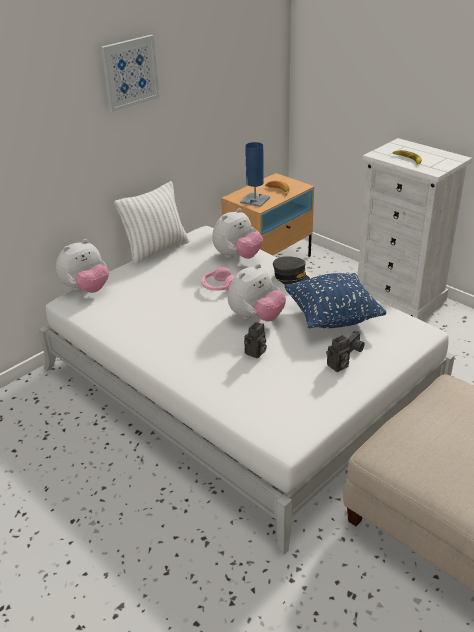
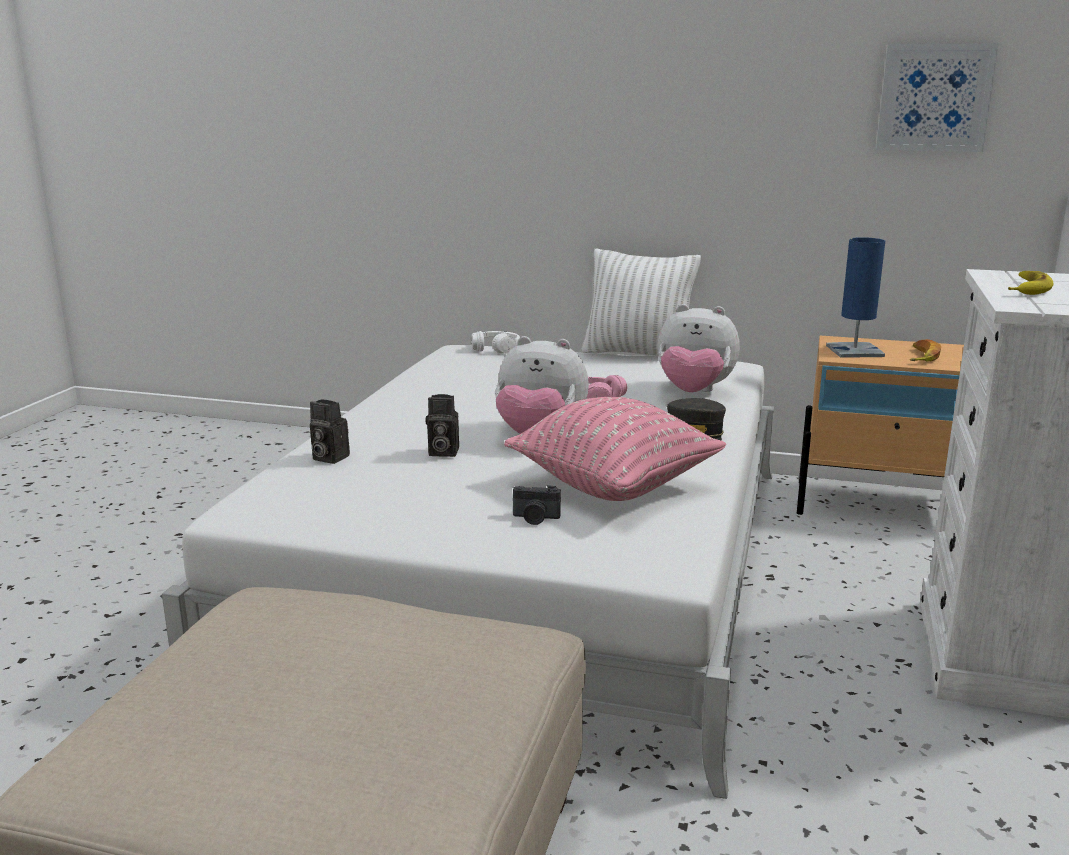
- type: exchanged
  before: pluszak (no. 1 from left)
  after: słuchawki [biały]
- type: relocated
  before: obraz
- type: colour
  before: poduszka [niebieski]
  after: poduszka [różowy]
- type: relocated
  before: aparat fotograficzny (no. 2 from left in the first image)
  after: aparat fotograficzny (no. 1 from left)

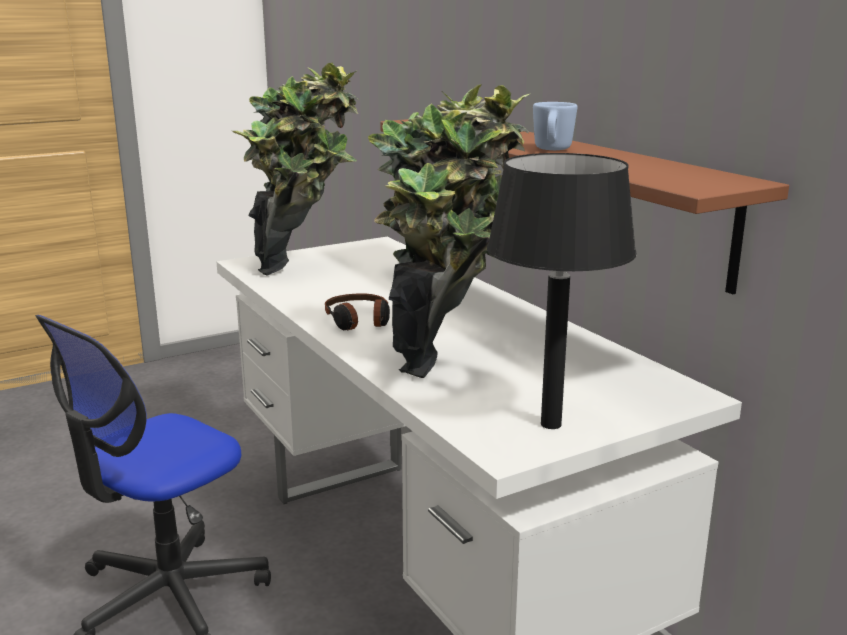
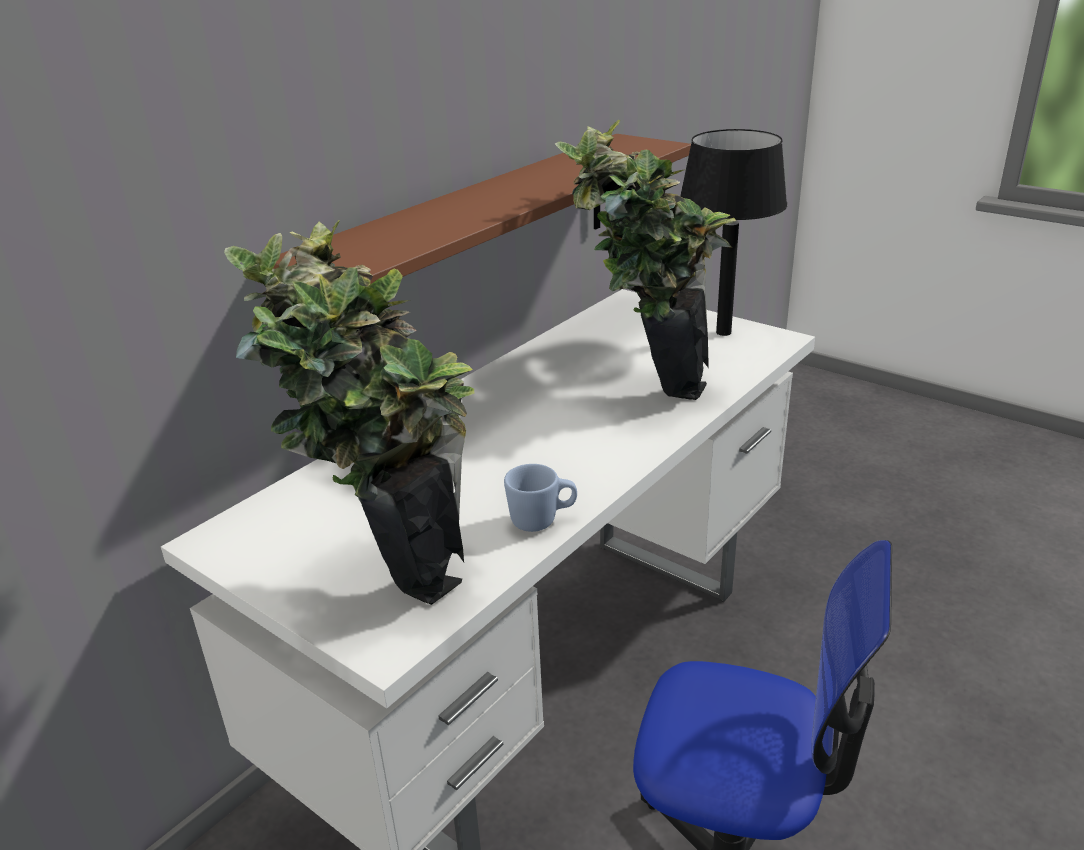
- type: missing
  before: słuchawki
- type: relocated
  before: kubek [niebieski]

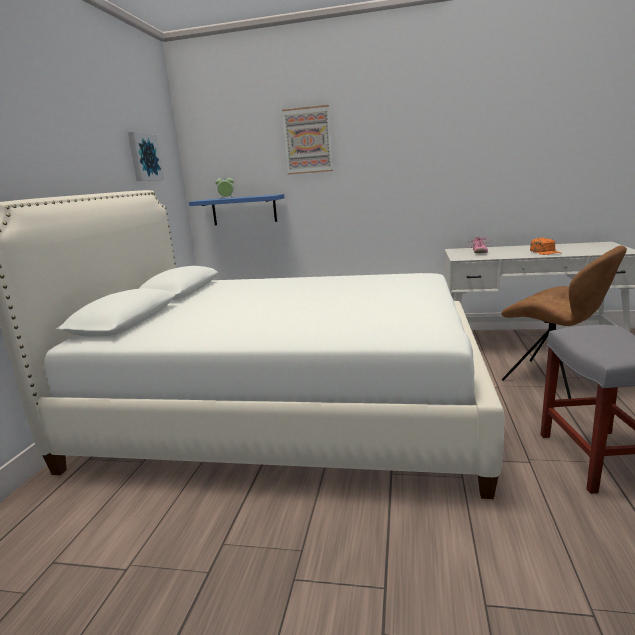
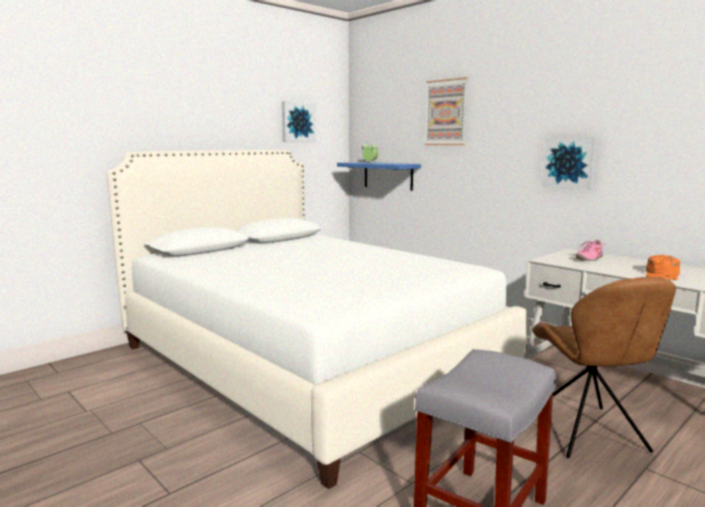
- type: appeared
  after: obraz (no. 3 from left)

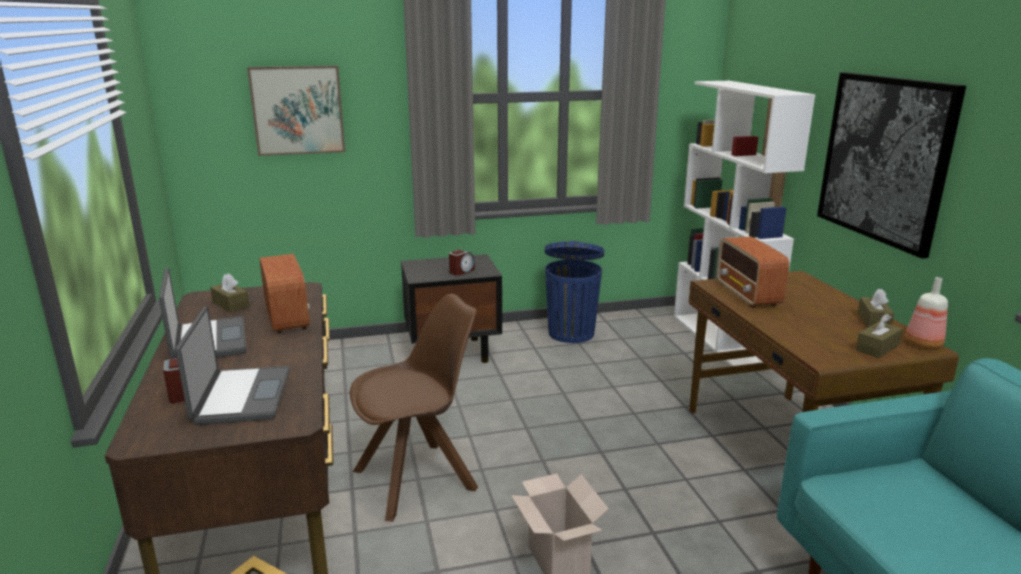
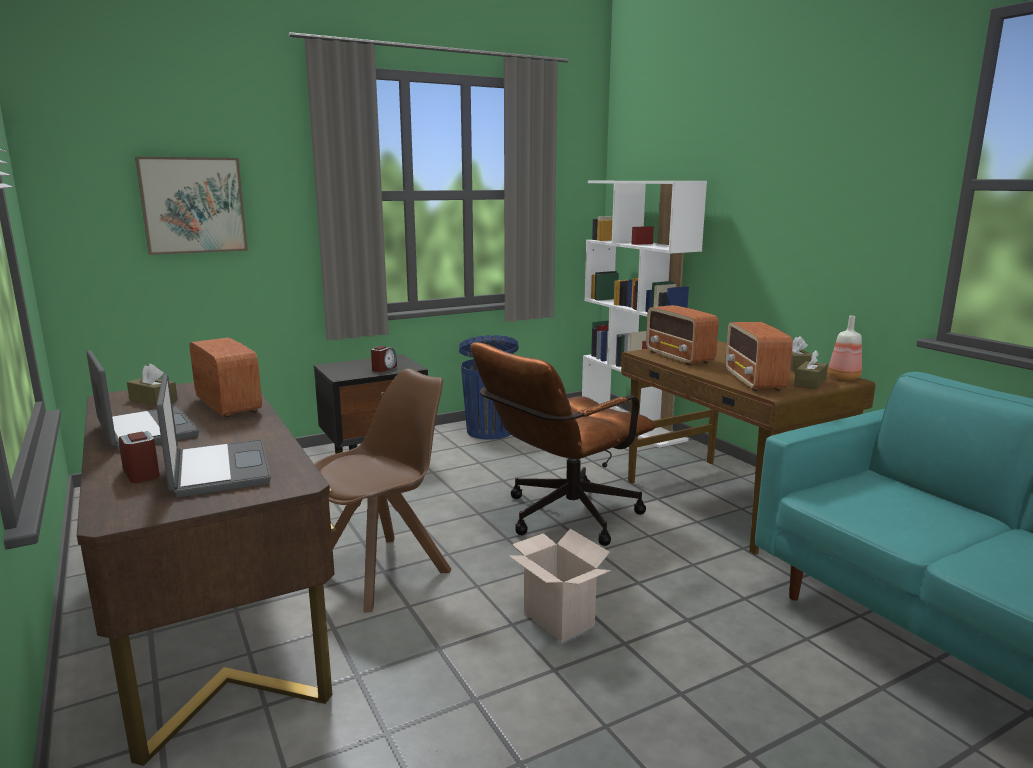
- type: missing
  before: obraz (no. 2 from left)
- type: appeared
  after: krzesło biurowe [brązowy]
- type: appeared
  after: radio (no. 3 from left)

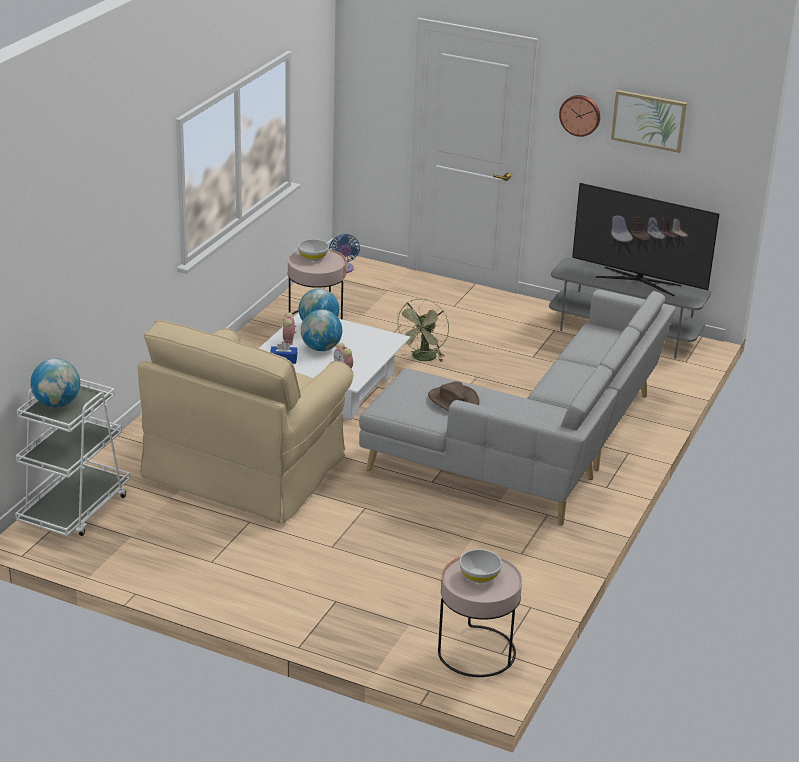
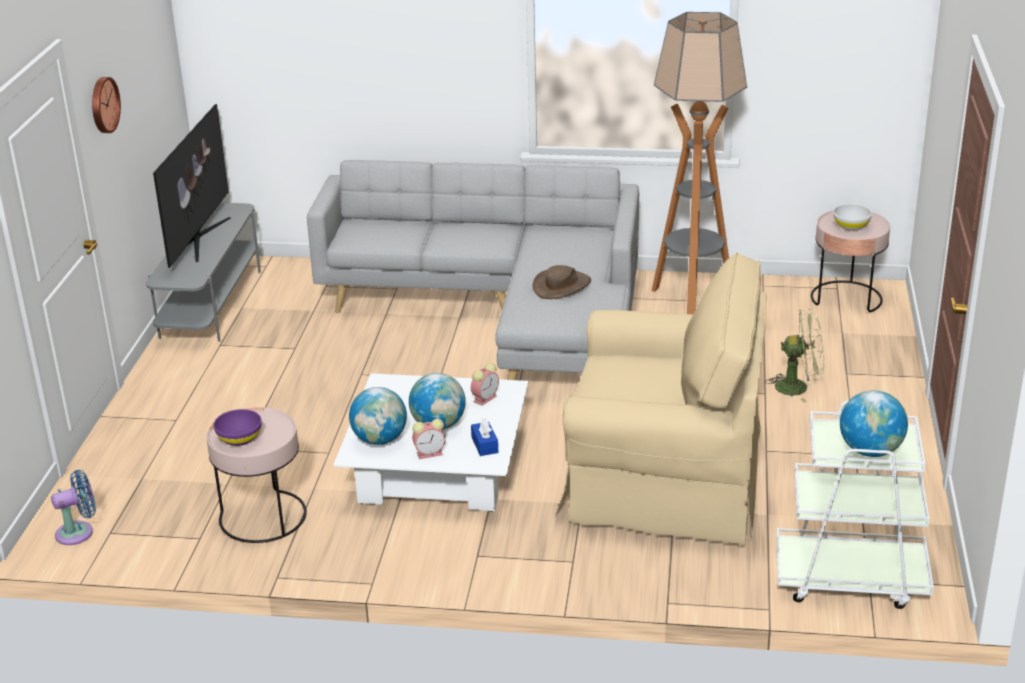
- type: colour
  before: miska [biały] (no. 1 from left)
  after: miska [fioletowy]
- type: relocated
  before: wentylator [zielony]
- type: missing
  before: obraz
- type: appeared
  after: lampa stojąca

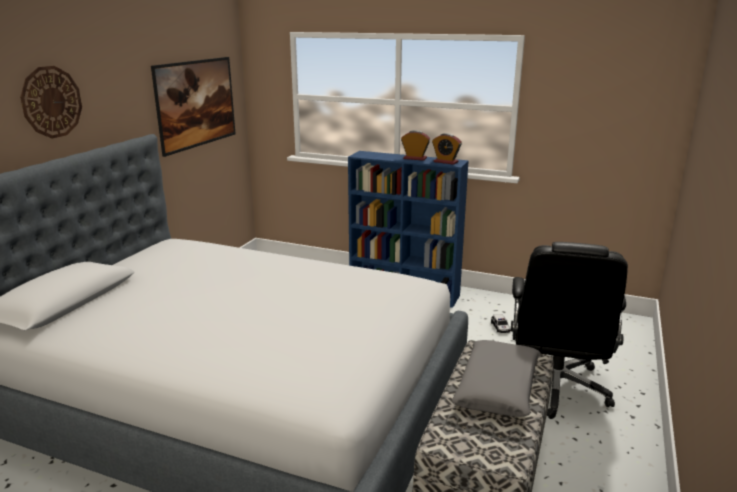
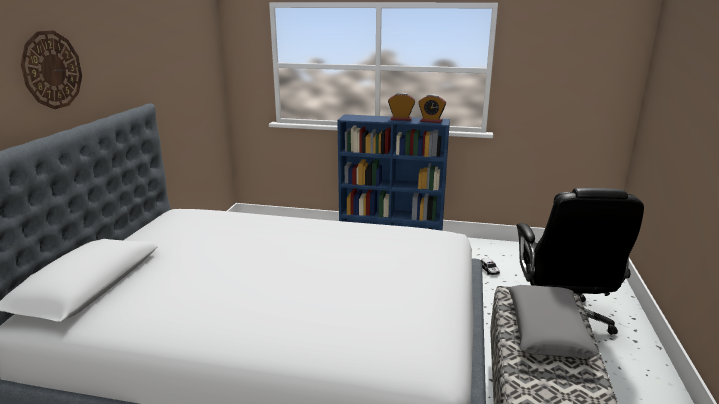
- type: missing
  before: obraz

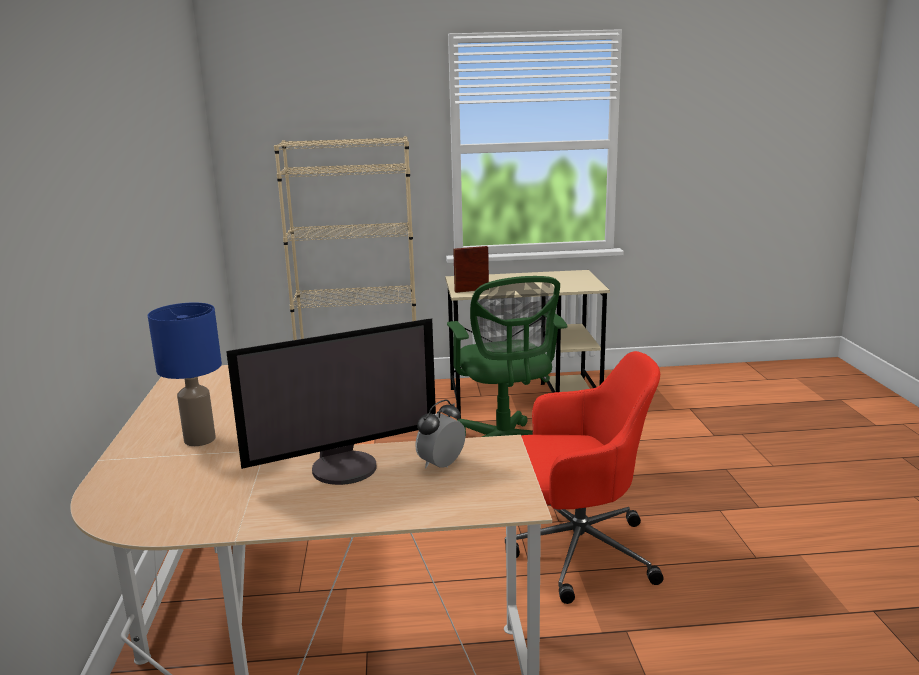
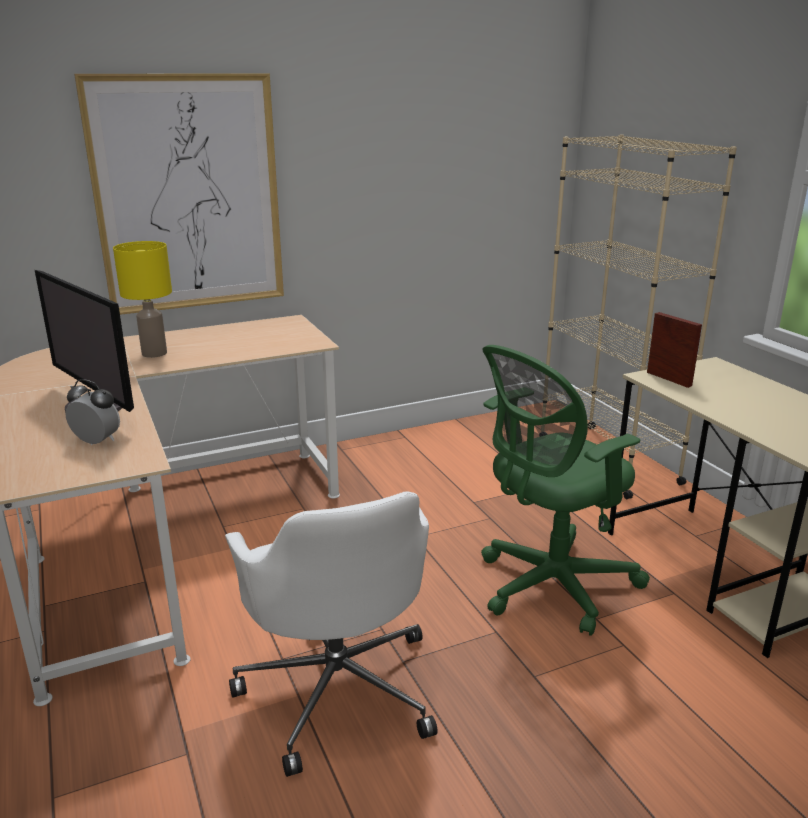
- type: colour
  before: lampa stołowa [niebieski]
  after: lampa stołowa [żółty]
- type: colour
  before: krzesło biurowe [czerwony]
  after: krzesło biurowe [biały]
- type: appeared
  after: obraz

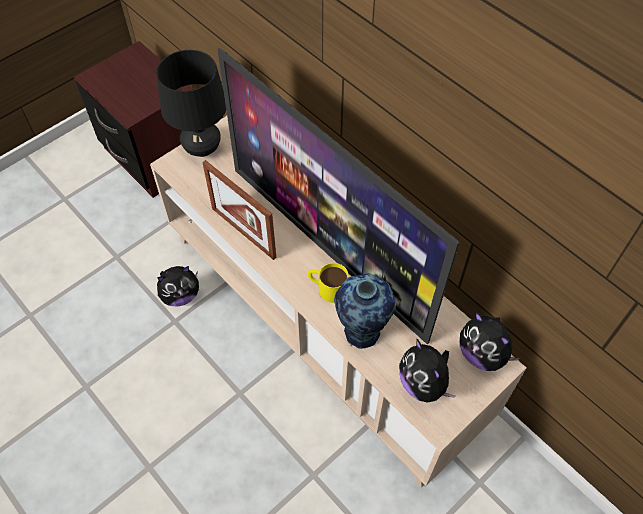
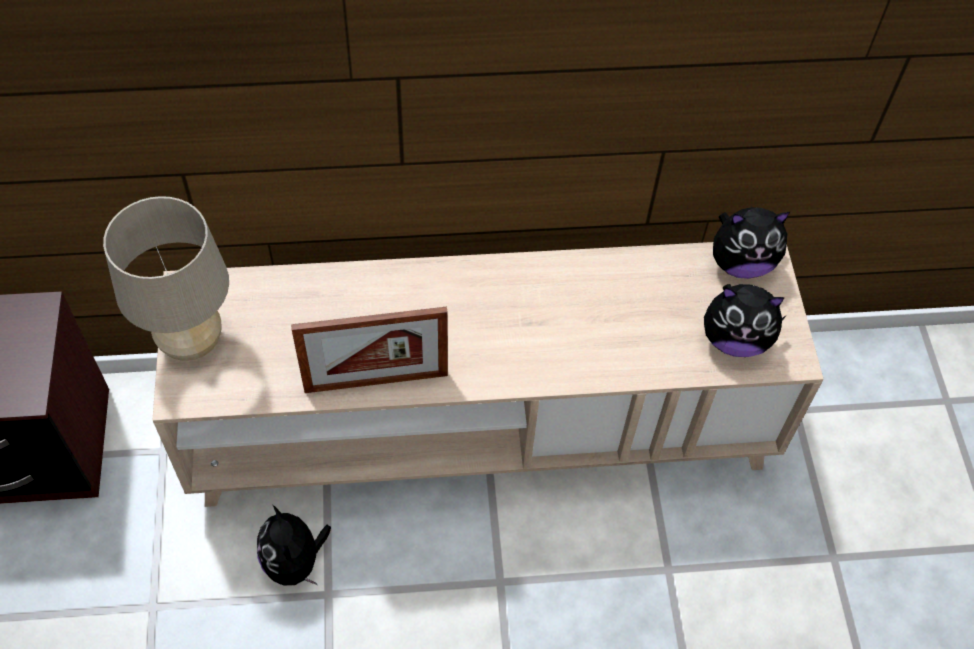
- type: colour
  before: lampa stołowa [czarny]
  after: lampa stołowa [beżowy]
- type: spun
  before: pluszak (no. 1 from left)
  turn: 150
- type: missing
  before: telewizor
- type: missing
  before: kubek [żółty]
- type: missing
  before: wazon

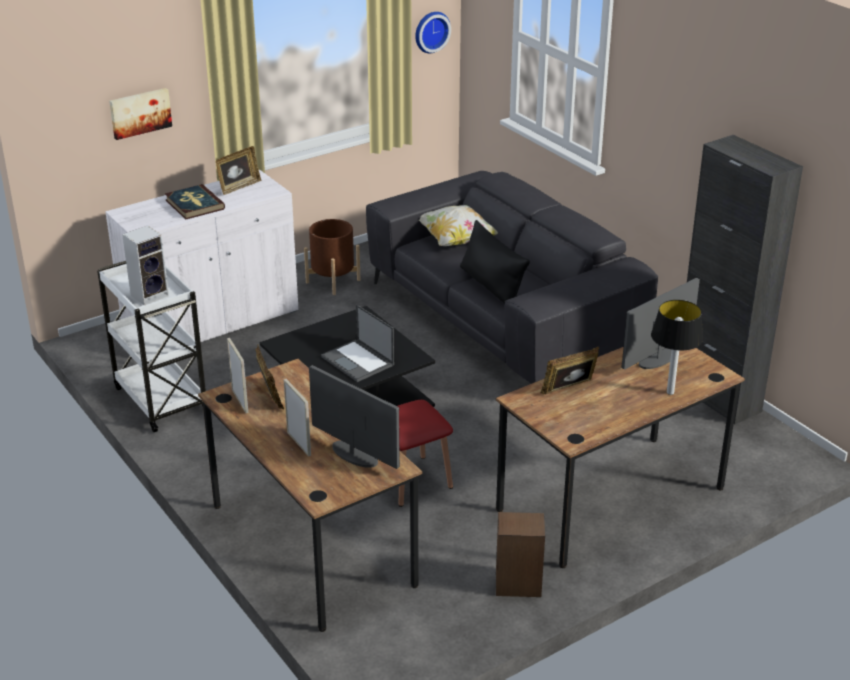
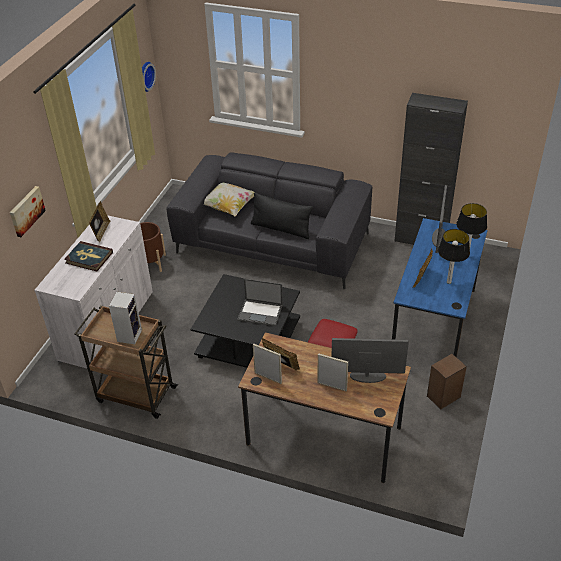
- type: colour
  before: wózek [biały]
  after: wózek [brązowy]
- type: colour
  before: biurko [brązowy] (no. 2 from left)
  after: biurko [niebieski]
- type: appeared
  after: lampa stołowa (no. 1 from left)

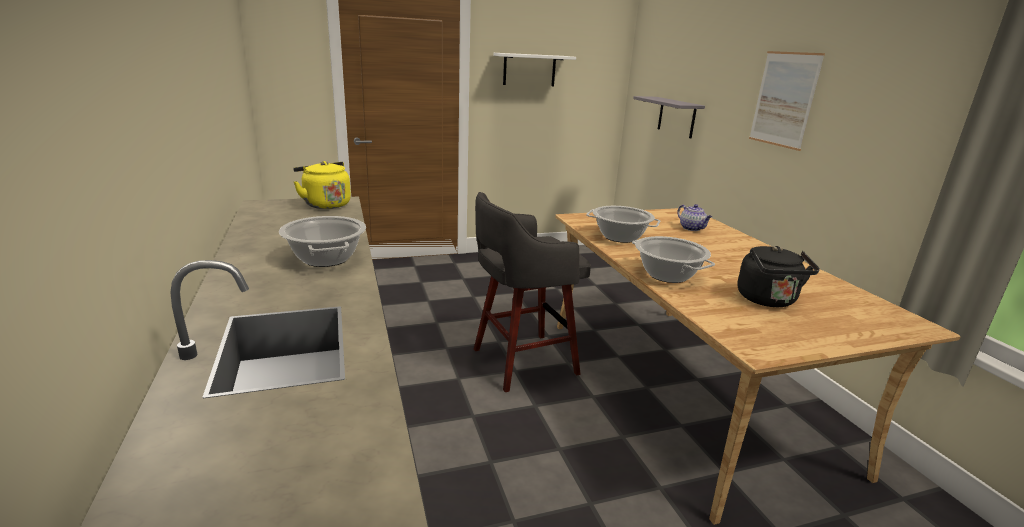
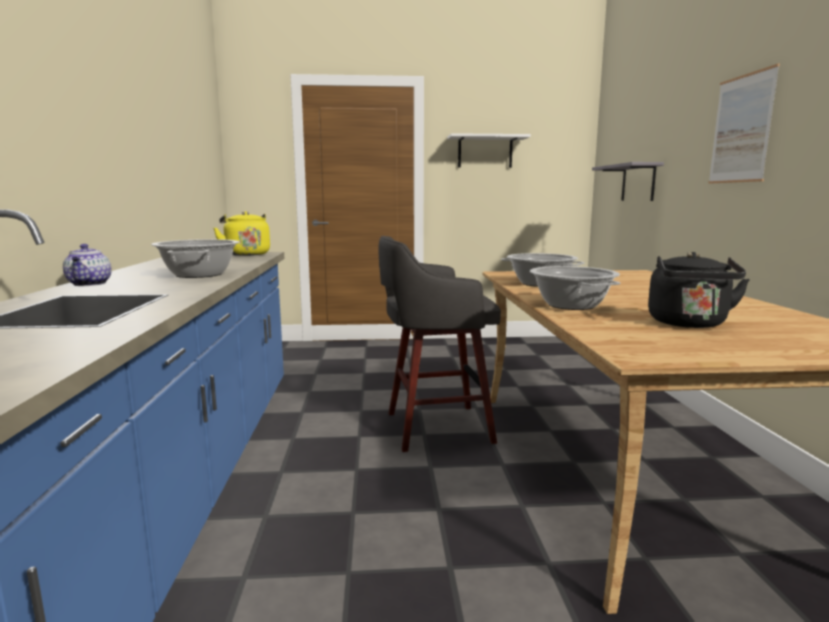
- type: relocated
  before: imbryk

